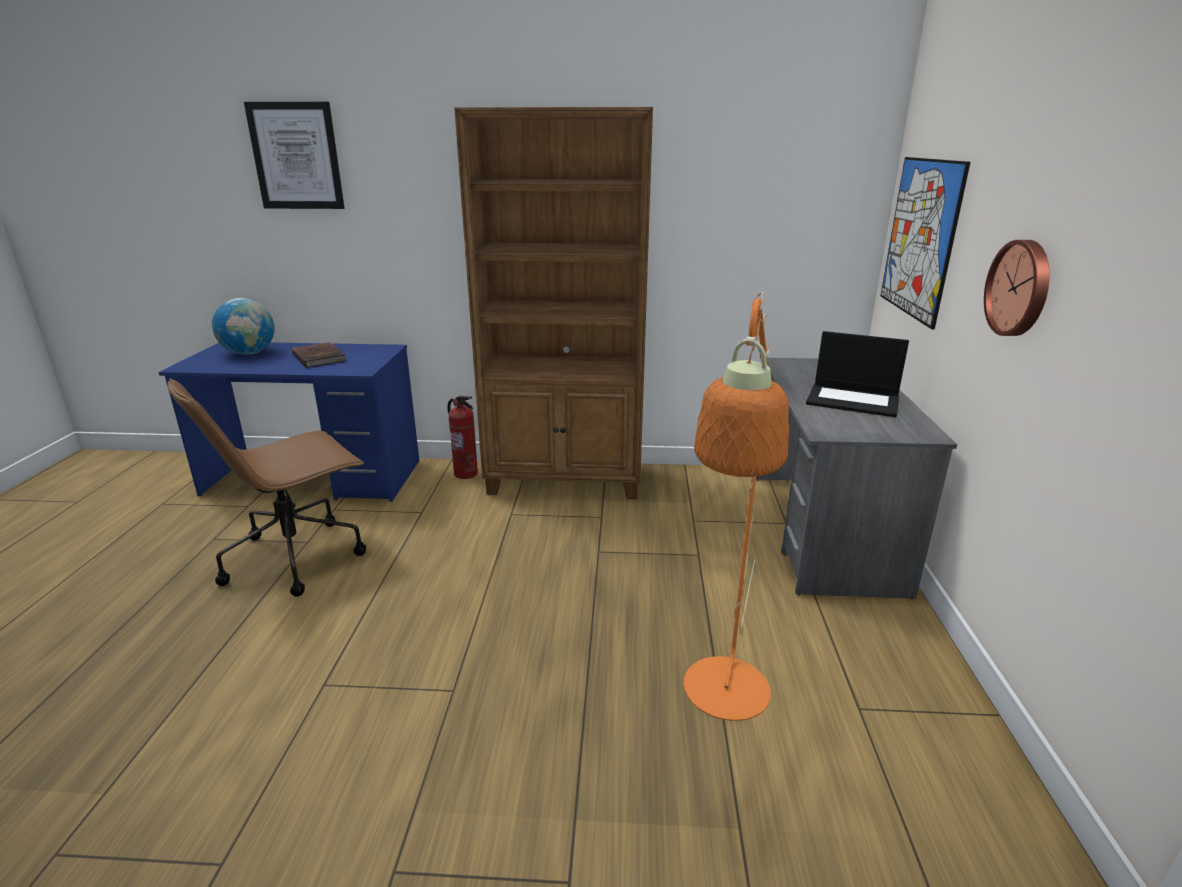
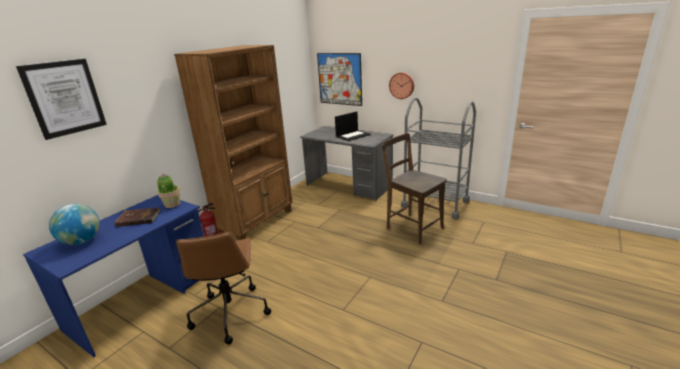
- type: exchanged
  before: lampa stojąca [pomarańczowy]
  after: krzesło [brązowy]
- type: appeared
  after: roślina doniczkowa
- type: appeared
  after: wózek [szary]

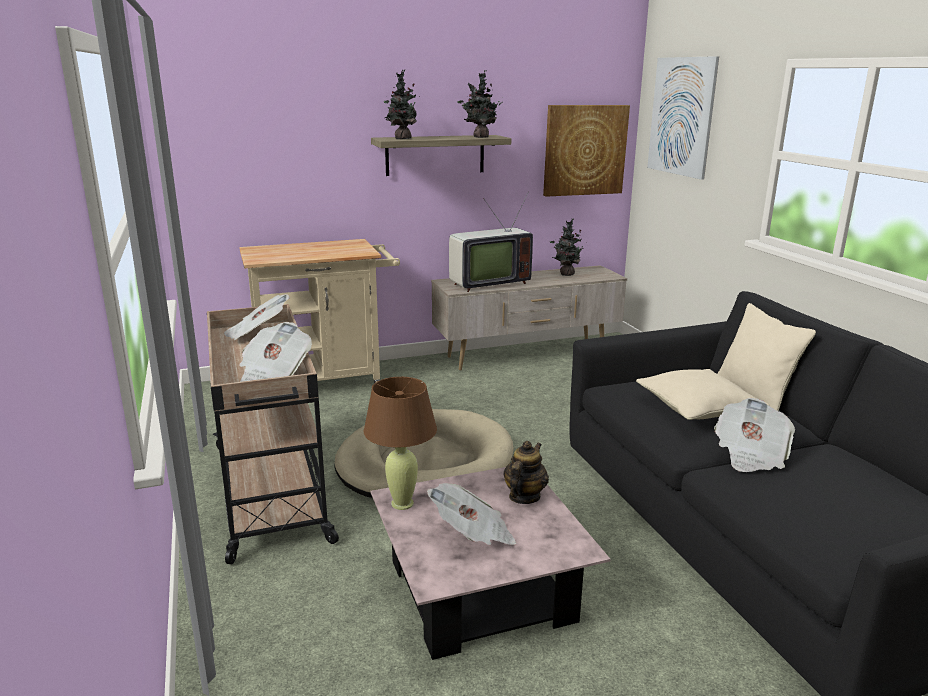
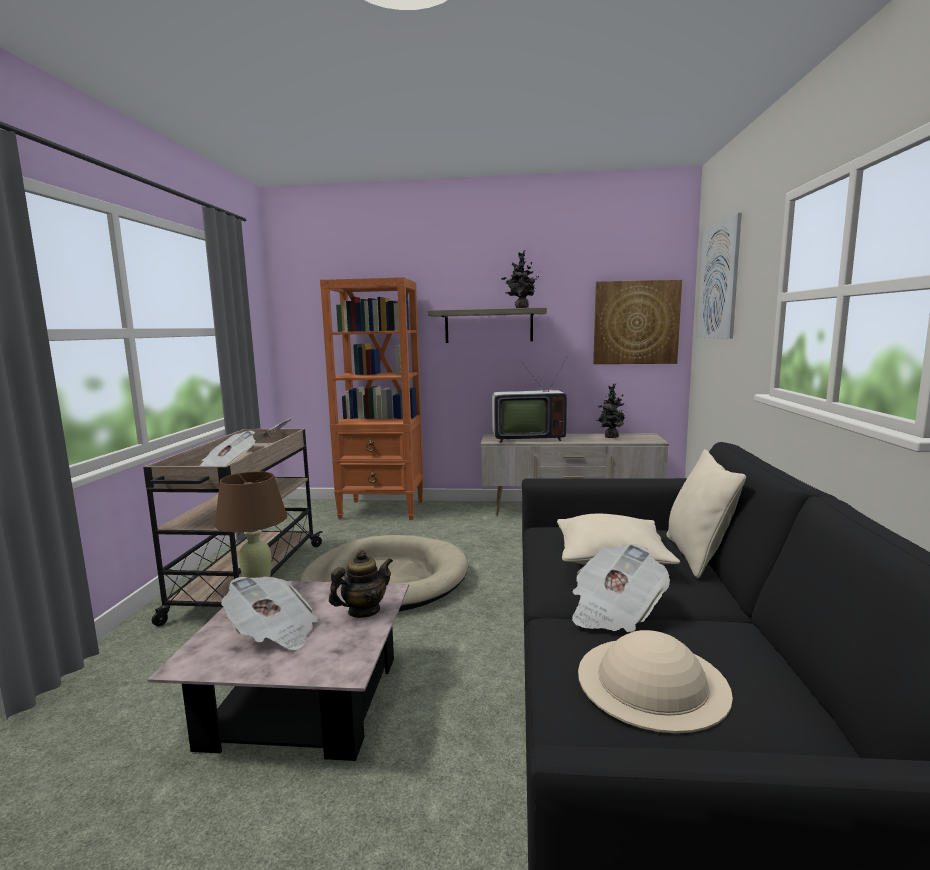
- type: exchanged
  before: wózek [beżowy] (no. 2 from left)
  after: regał [pomarańczowy]
- type: missing
  before: roślina doniczkowa (no. 1 from left)
- type: appeared
  after: kapelusz [beżowy]

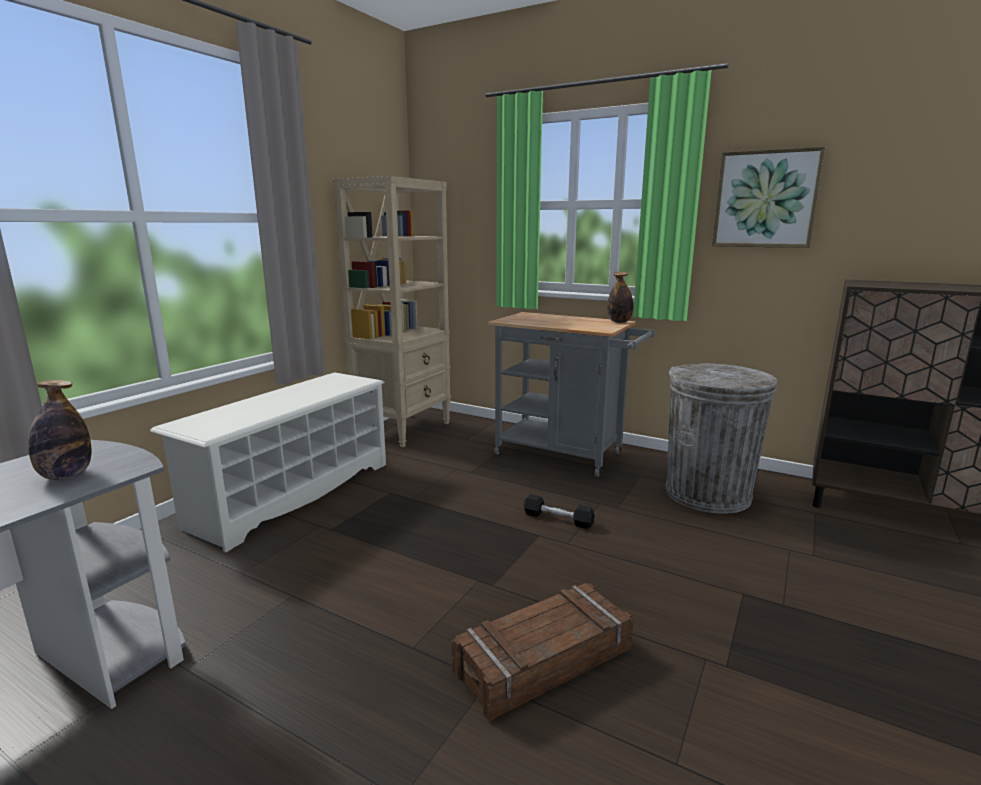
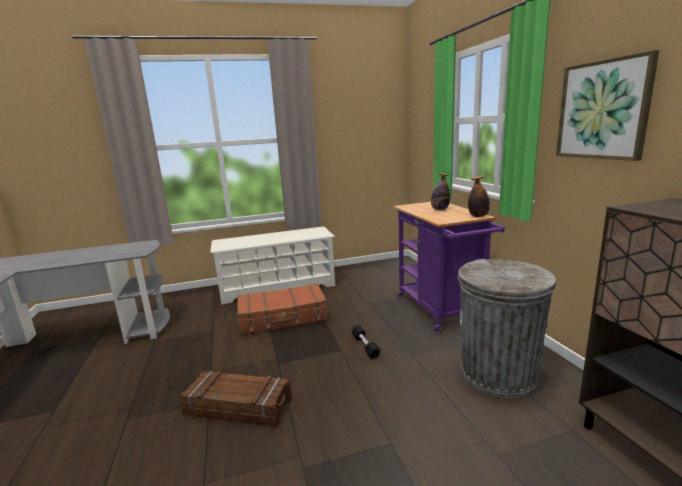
- type: relocated
  before: butelka (no. 1 from left)
- type: missing
  before: regał [beżowy]
- type: colour
  before: wózek [szary]
  after: wózek [fioletowy]
- type: appeared
  after: walizka [brązowy]

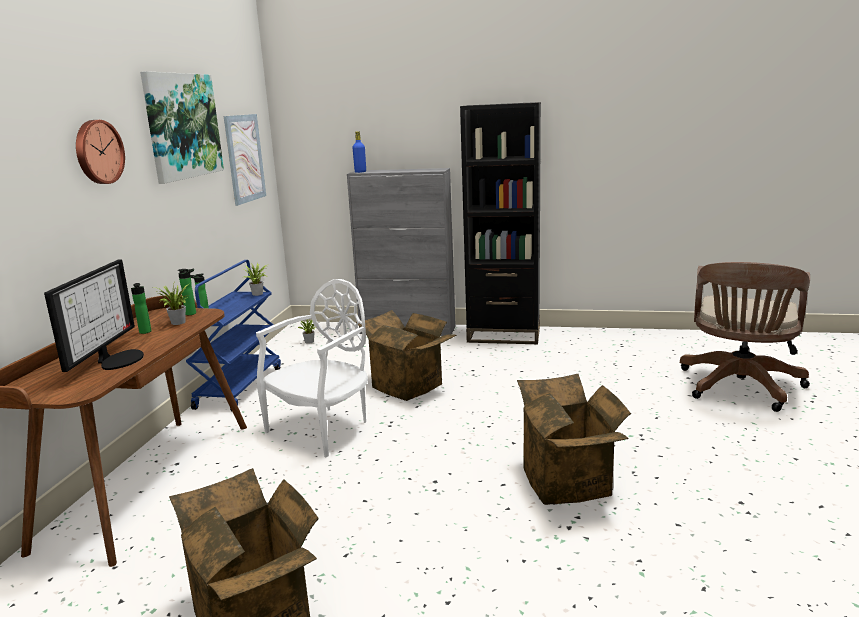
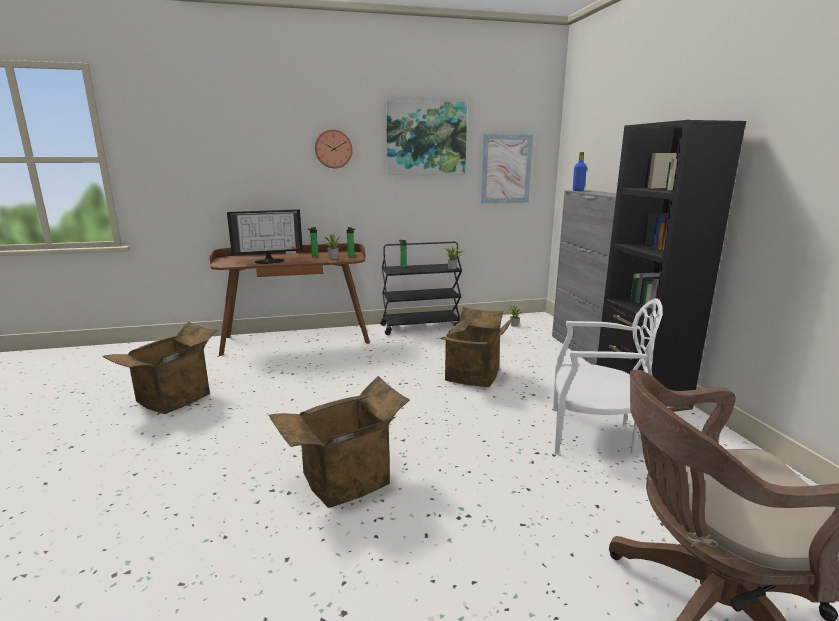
- type: colour
  before: wózek [niebieski]
  after: wózek [czarny]
- type: relocated
  before: krzesło [biały]

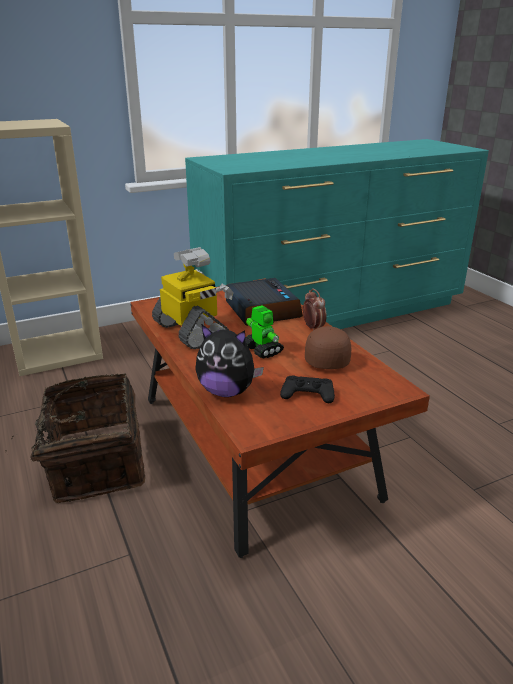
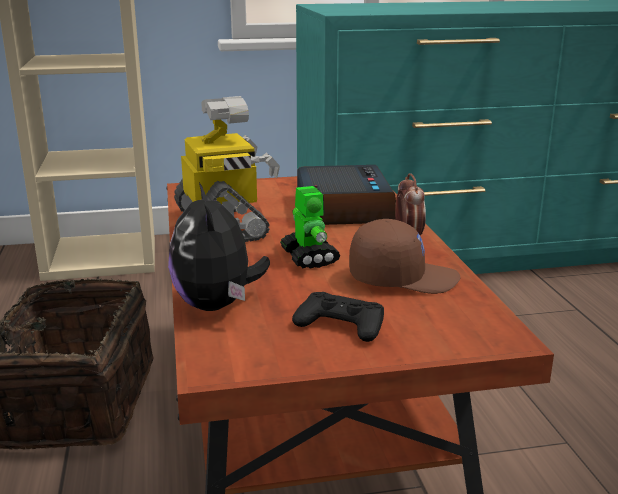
- type: spun
  before: pluszak
  turn: 45
- type: spun
  before: czapka z daszkiem [brązowy]
  turn: 75

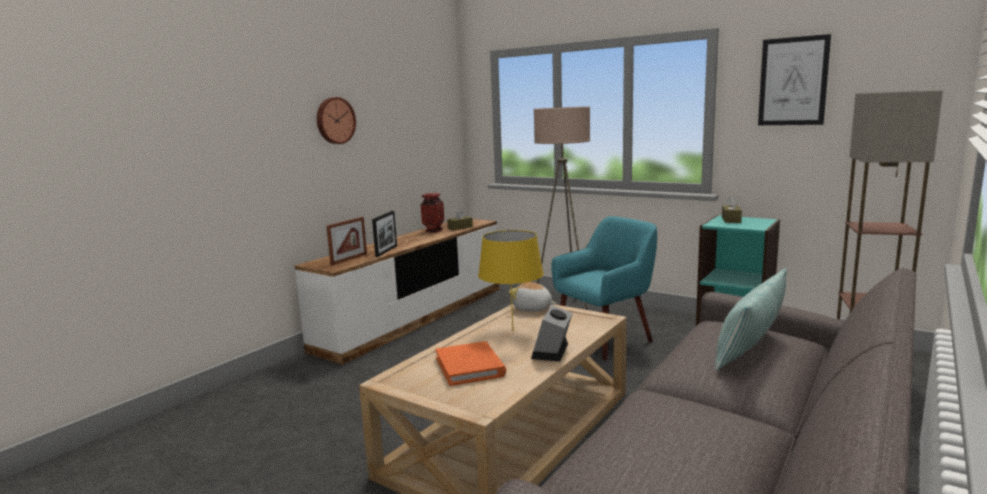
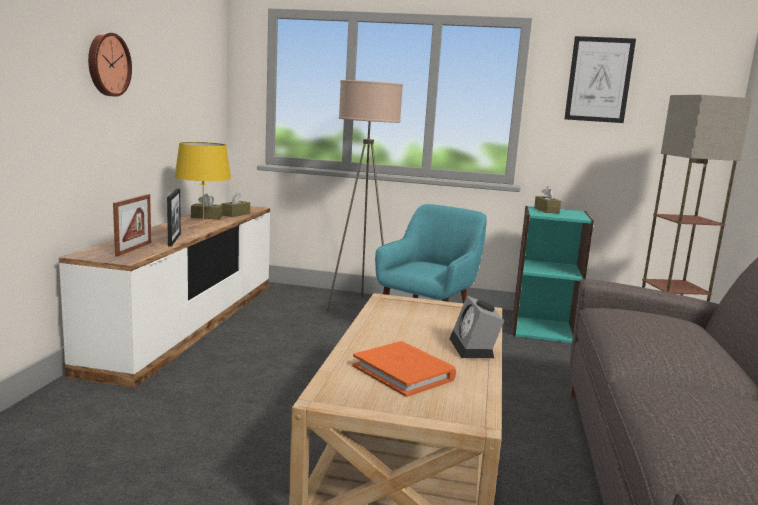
- type: exchanged
  before: wazon
  after: pudełko chusteczek [brązowy] (no. 1 from left)
- type: relocated
  before: lampa stołowa [żółty]
- type: missing
  before: pluszak
- type: missing
  before: poduszka

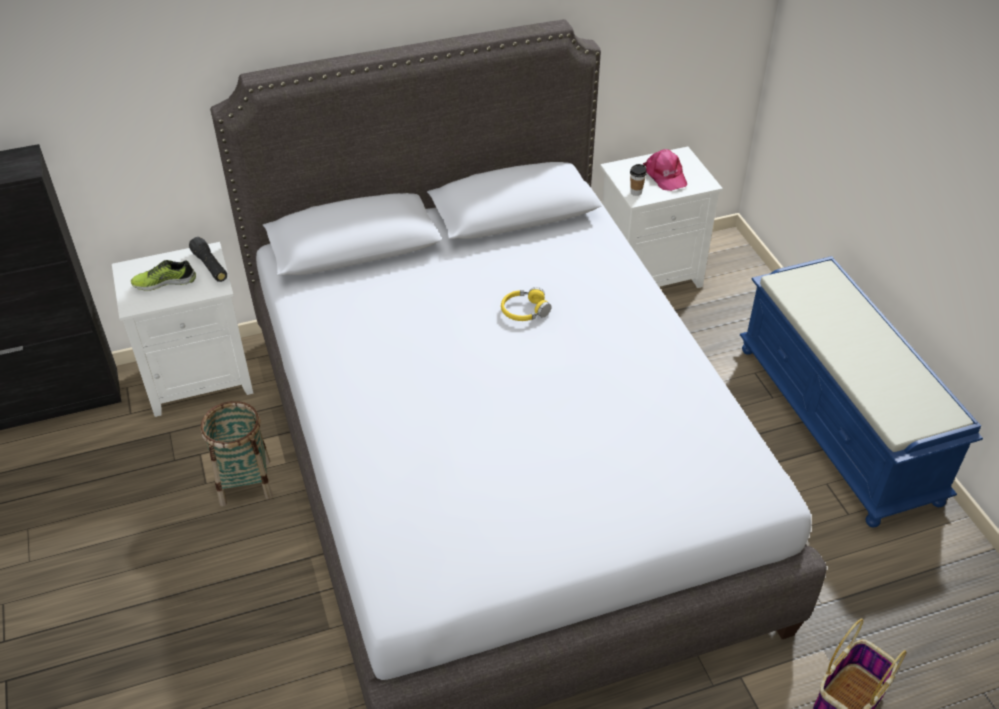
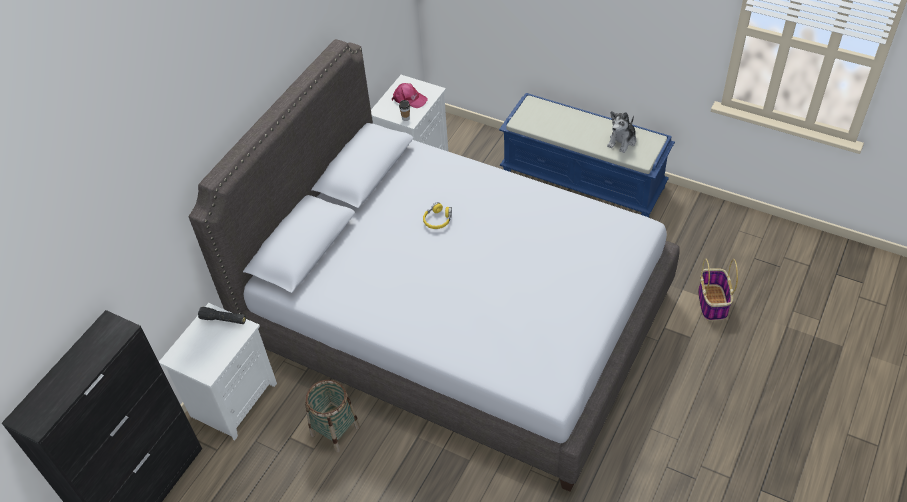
- type: missing
  before: but
- type: appeared
  after: pluszak

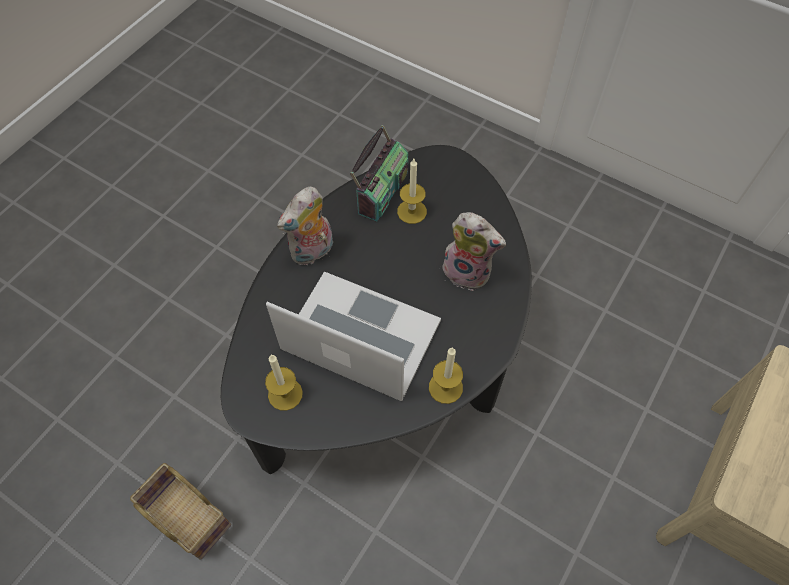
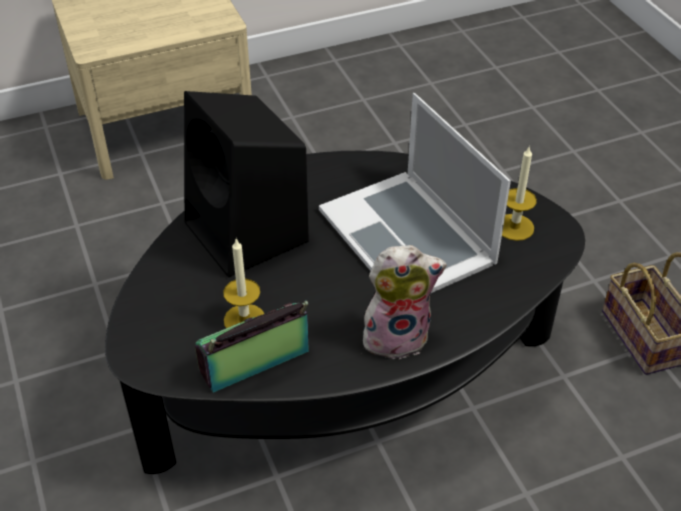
- type: missing
  before: świeca (no. 3 from left)
- type: exchanged
  before: pluszak (no. 2 from left)
  after: głośnik [czarny]

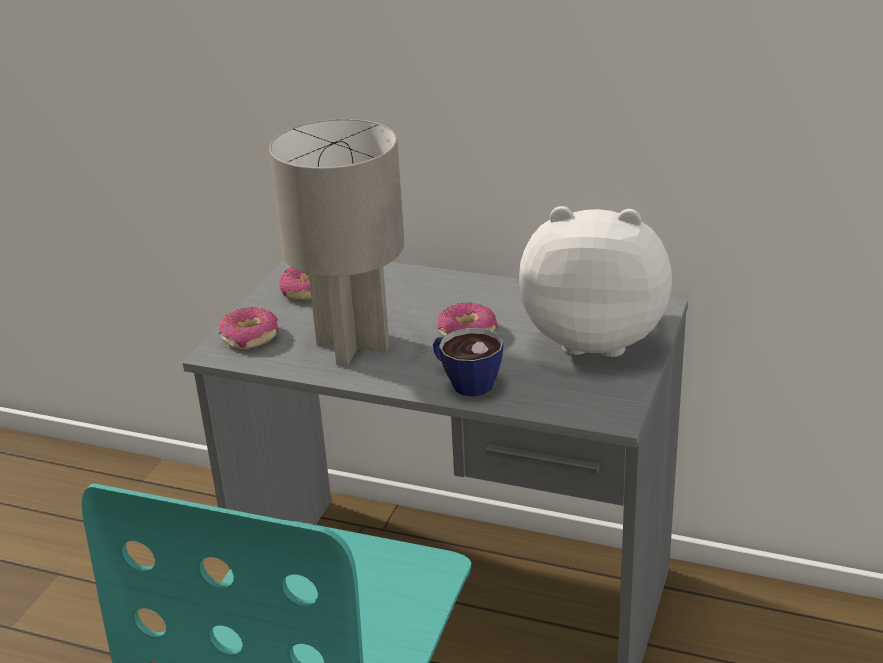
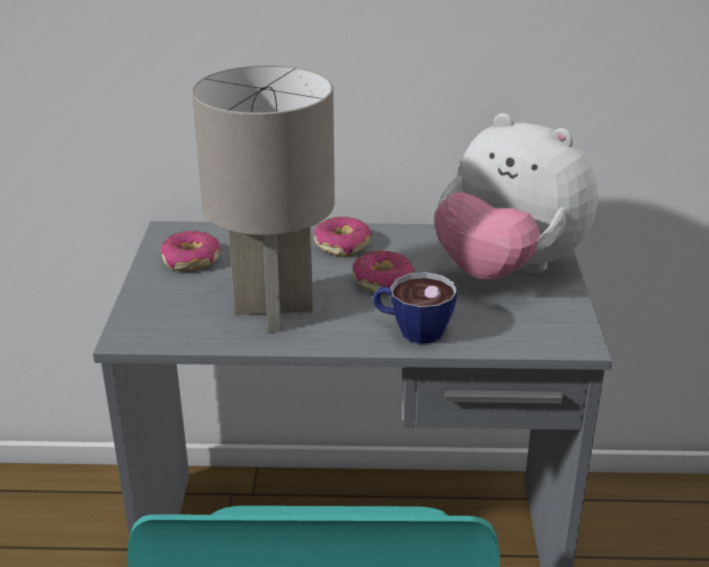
- type: relocated
  before: donut (no. 1 from left in the first image)
  after: donut (no. 2 from left)
- type: spun
  before: pluszak
  turn: -135

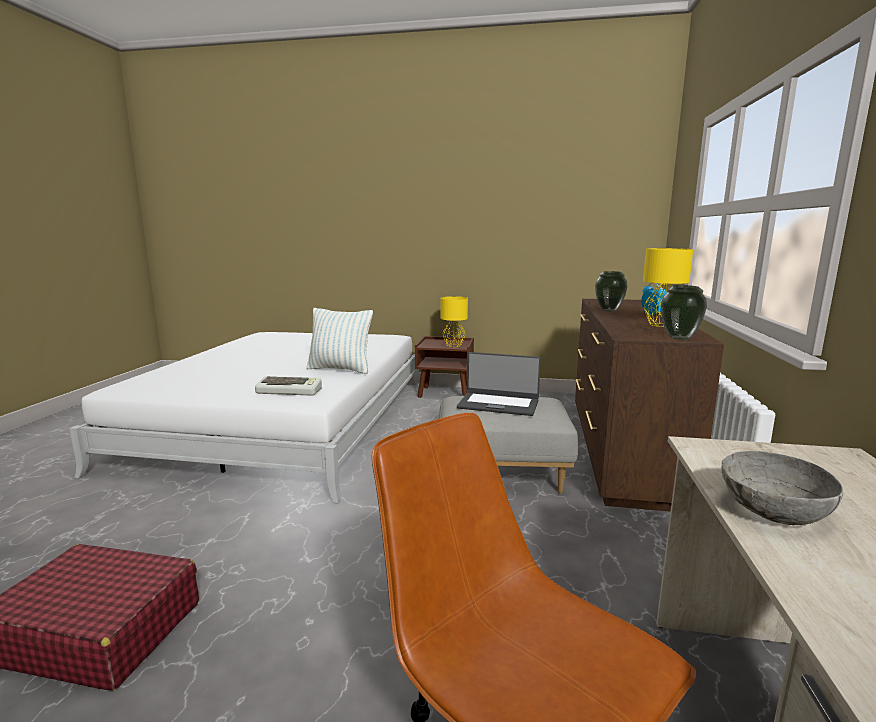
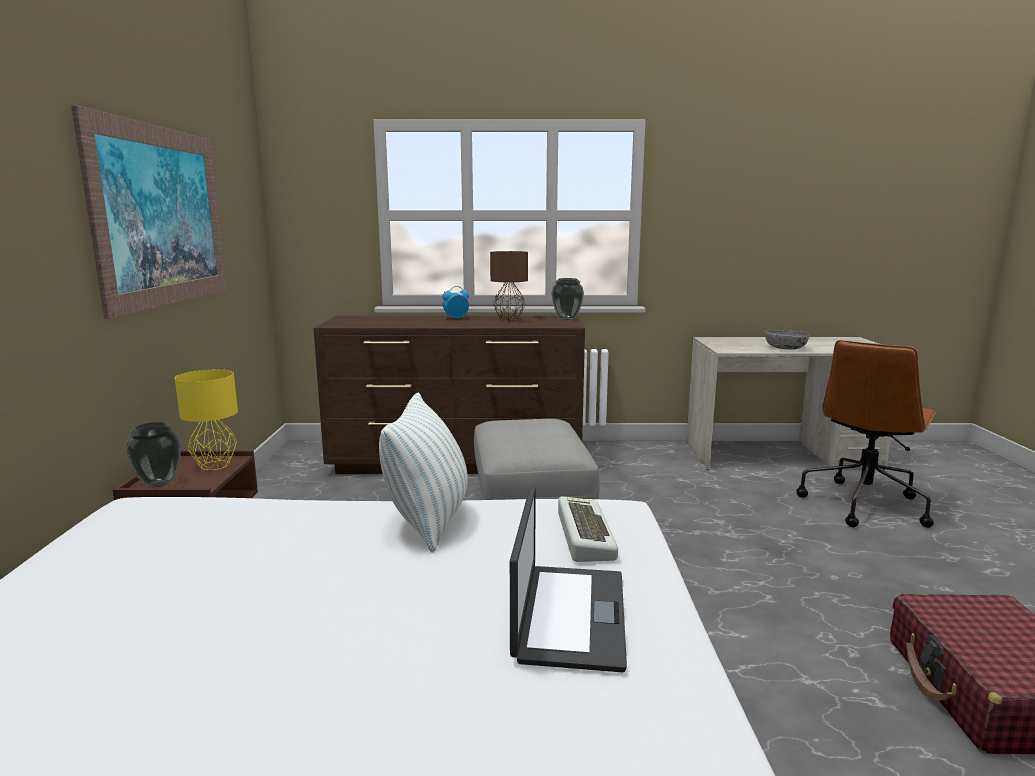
- type: relocated
  before: laptop
- type: relocated
  before: wazon (no. 1 from left)
- type: colour
  before: lampa stołowa [żółty] (no. 2 from left)
  after: lampa stołowa [brązowy]
- type: appeared
  after: obraz

